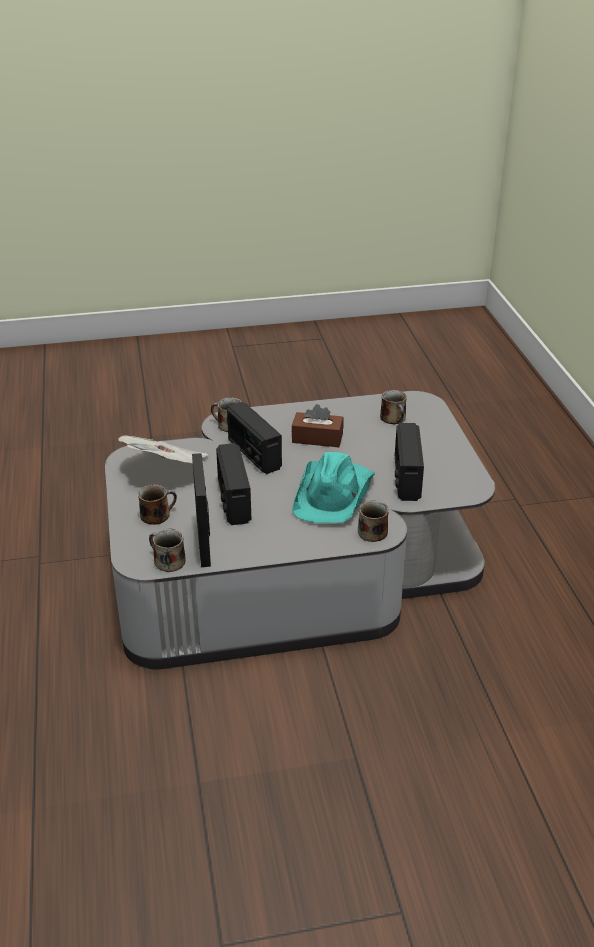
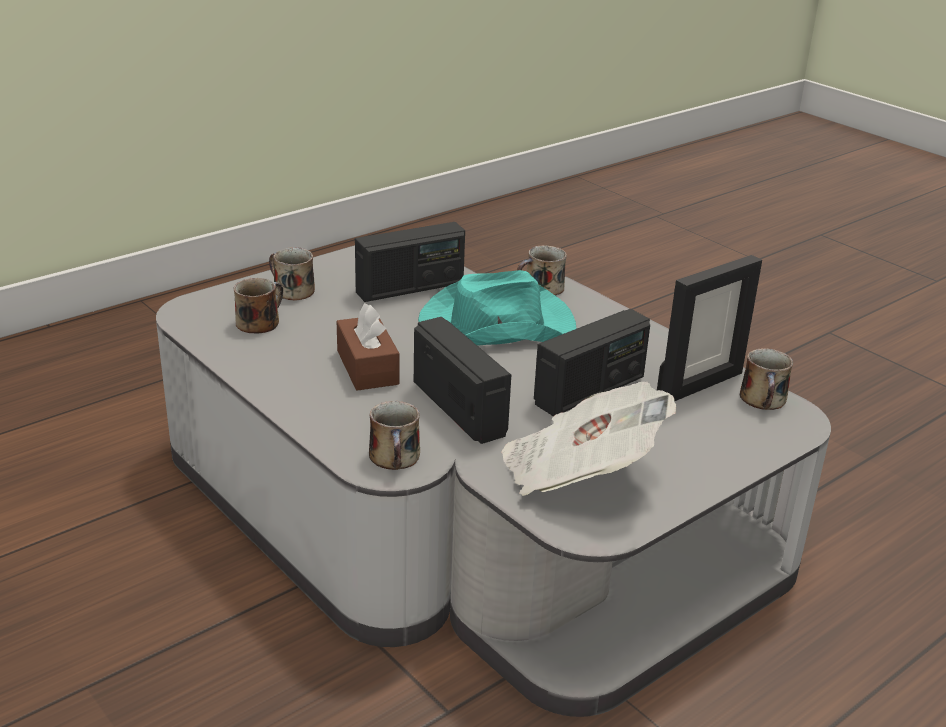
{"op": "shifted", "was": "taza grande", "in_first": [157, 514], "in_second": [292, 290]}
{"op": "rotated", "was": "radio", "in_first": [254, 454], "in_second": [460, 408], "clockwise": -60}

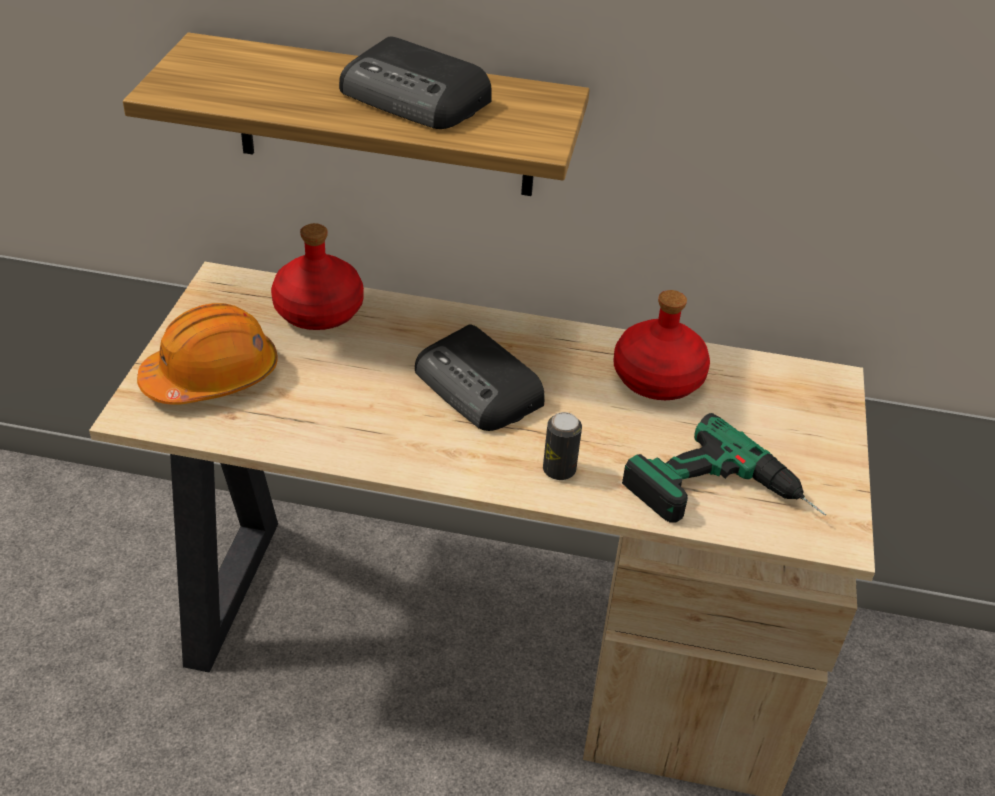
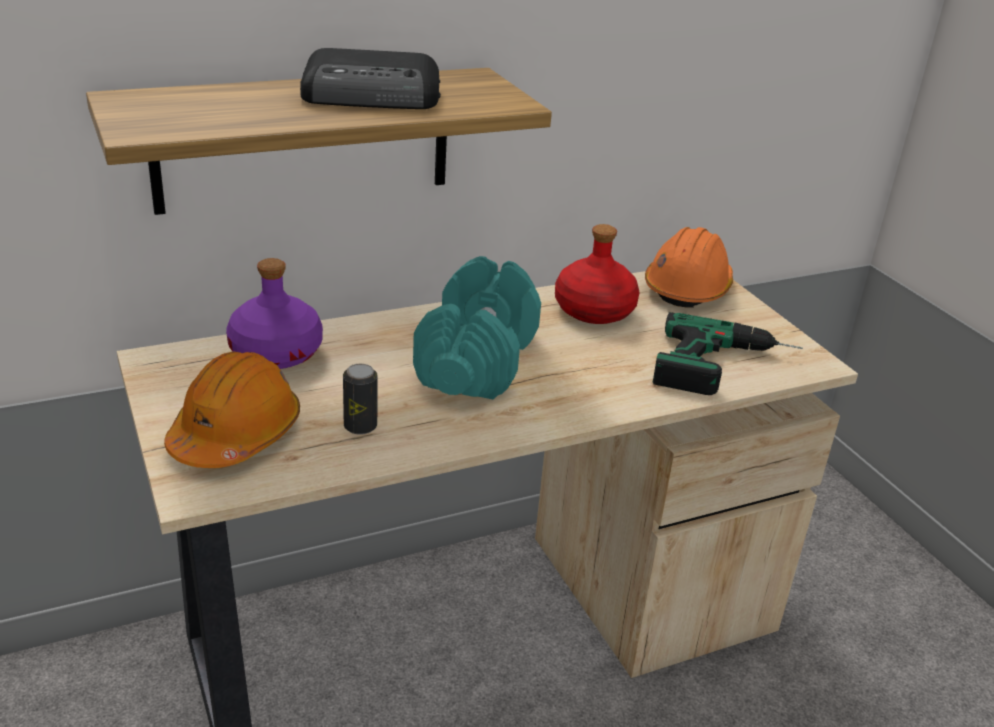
{"op": "repainted", "was": "botella/rojo", "now": "botella/morado", "in_first": [320, 311], "in_second": [277, 353]}
{"op": "shifted", "was": "lata", "in_first": [559, 470], "in_second": [360, 426]}
{"op": "swapped", "was": "radio", "now": "mancuerna/turquesa", "in_first": [479, 388], "in_second": [477, 361]}
{"op": "new", "now": "casco/naranja", "in_second": [688, 288]}

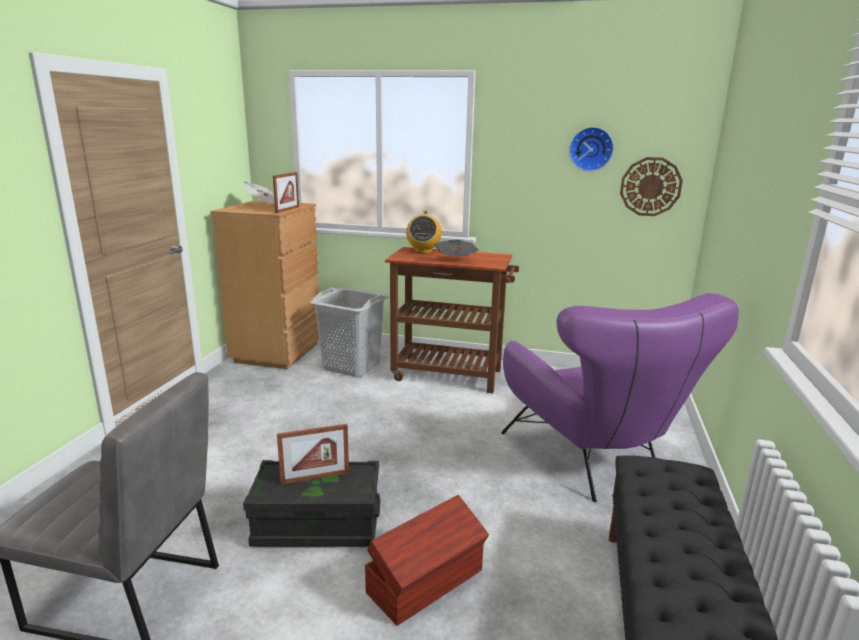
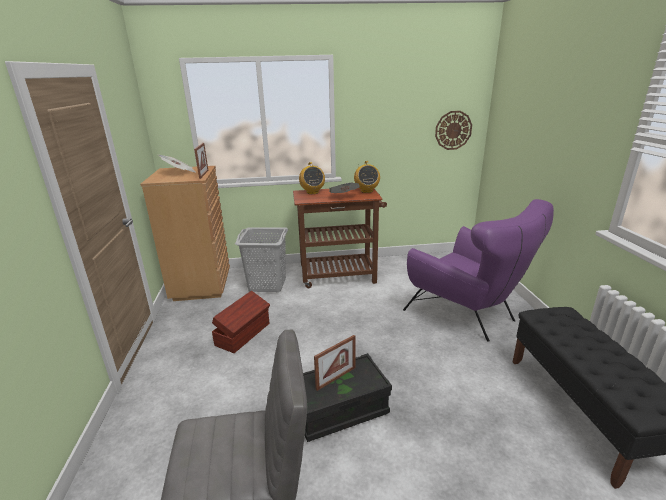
{"op": "shifted", "was": "caja de almacenaje/marrón", "in_first": [427, 582], "in_second": [244, 334]}
{"op": "new", "now": "radio", "in_second": [366, 191]}
{"op": "gone", "was": "reloj de pared", "in_first": [591, 149]}

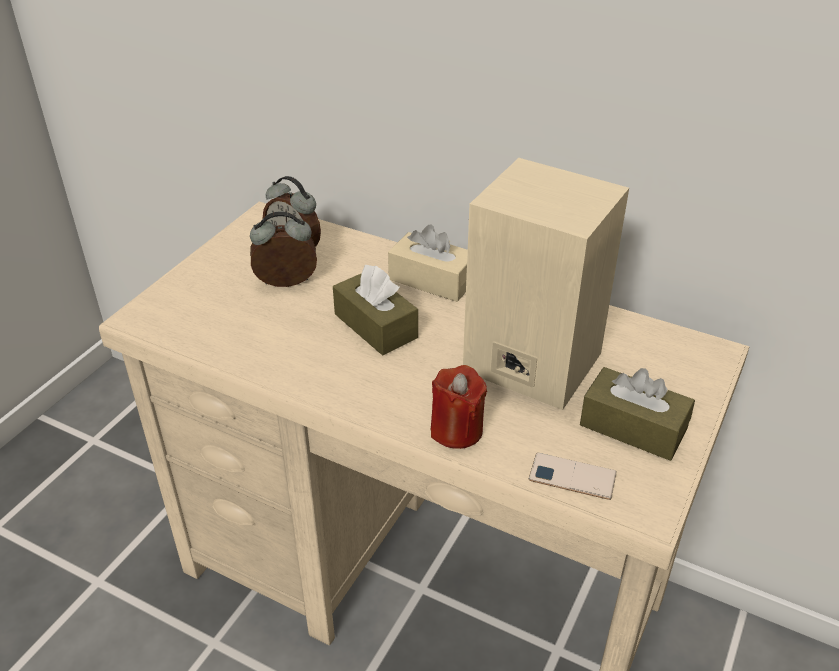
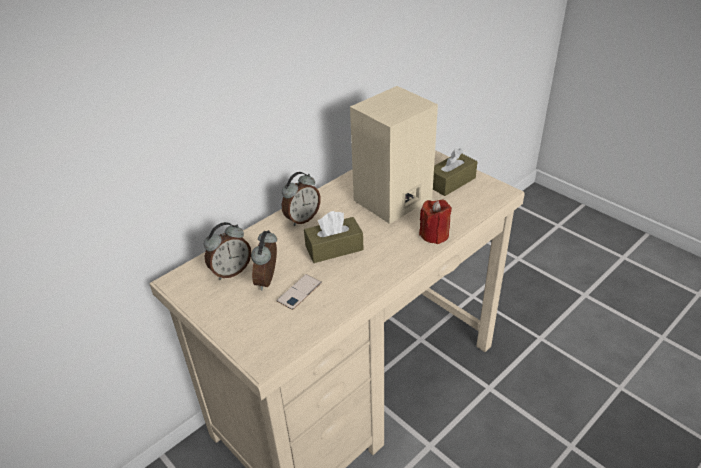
{"op": "shifted", "was": "móvil", "in_first": [572, 476], "in_second": [299, 292]}
{"op": "swapped", "was": "caja de pañuelos/beis", "now": "despertador", "in_first": [432, 280], "in_second": [302, 218]}

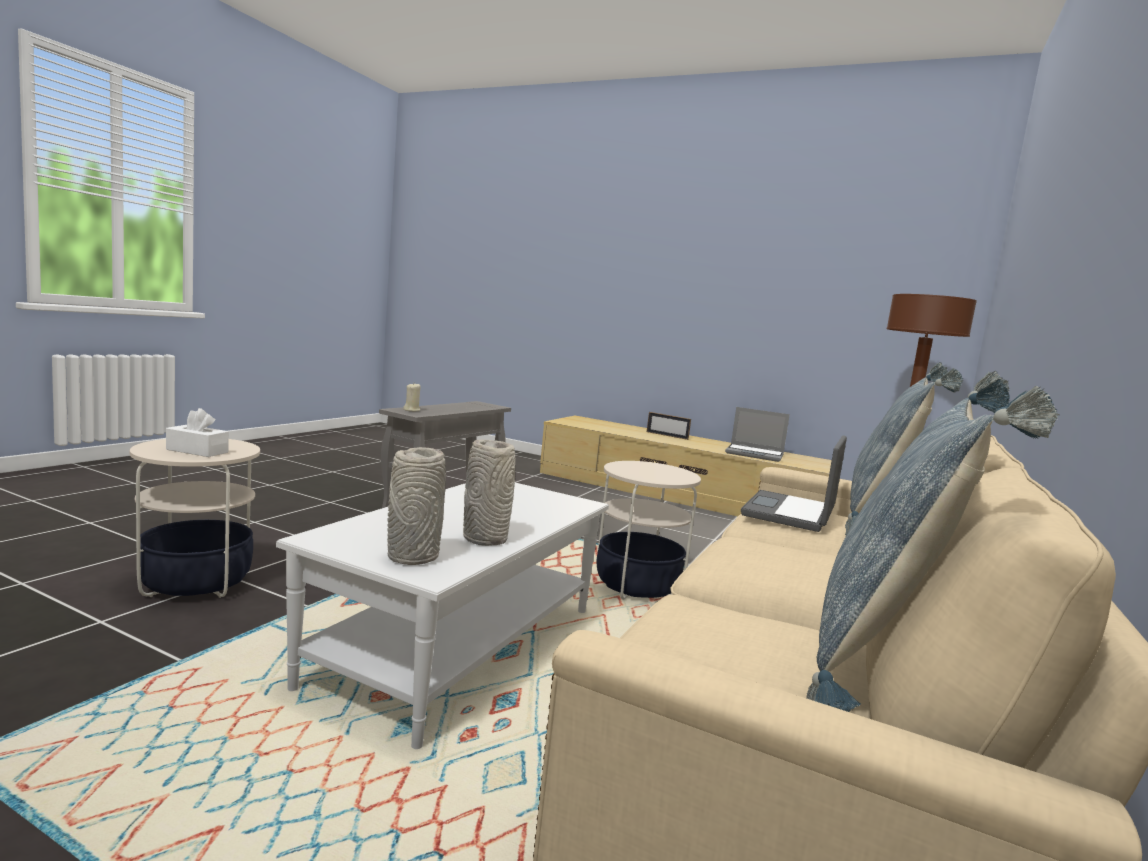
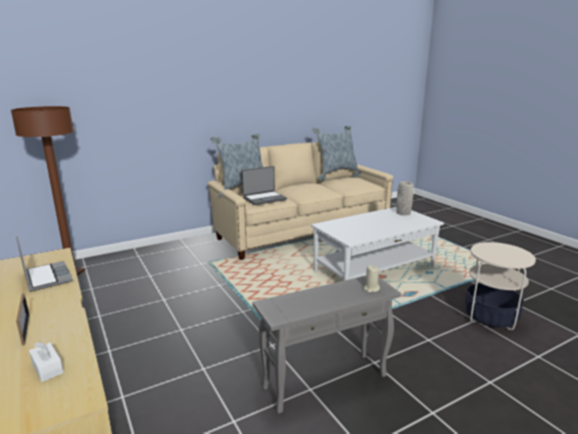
{"op": "shifted", "was": "caja de pañuelos/blanco", "in_first": [197, 451], "in_second": [47, 368]}
{"op": "gone", "was": "florero/gris", "in_first": [485, 539]}
{"op": "gone", "was": "mesa auxiliar/beis", "in_first": [637, 588]}

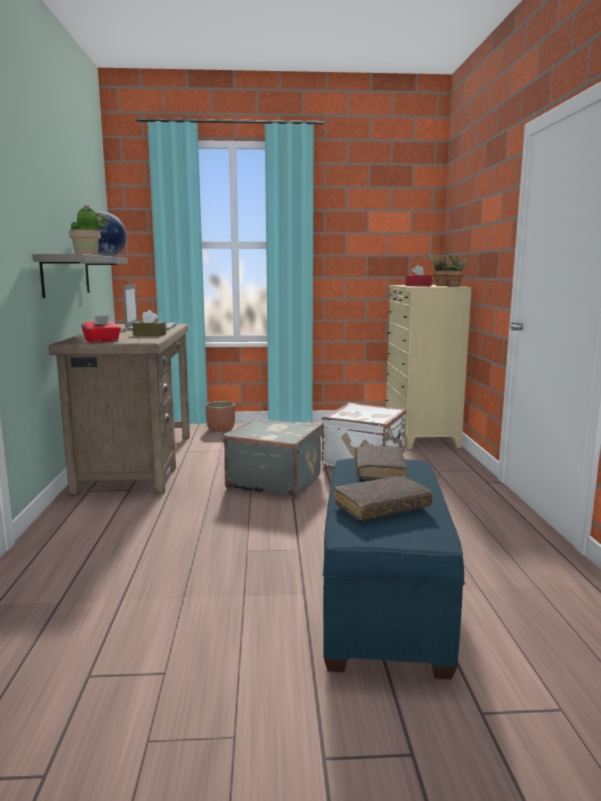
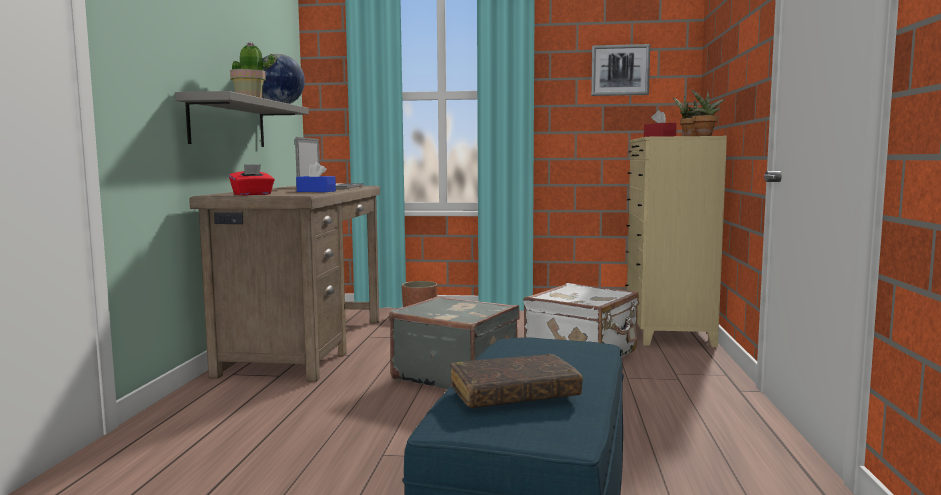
{"op": "repainted", "was": "caja de pañuelos/marrón", "now": "caja de pañuelos/azul", "in_first": [149, 335], "in_second": [316, 191]}
{"op": "new", "now": "cuadro", "in_second": [620, 70]}
{"op": "gone", "was": "libro/marrón", "in_first": [379, 470]}

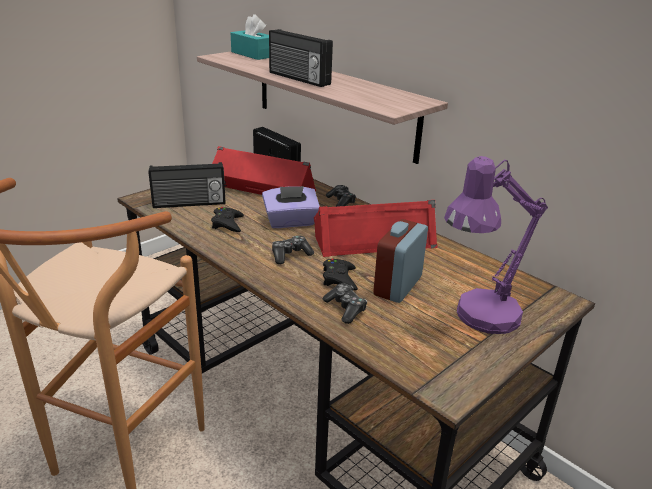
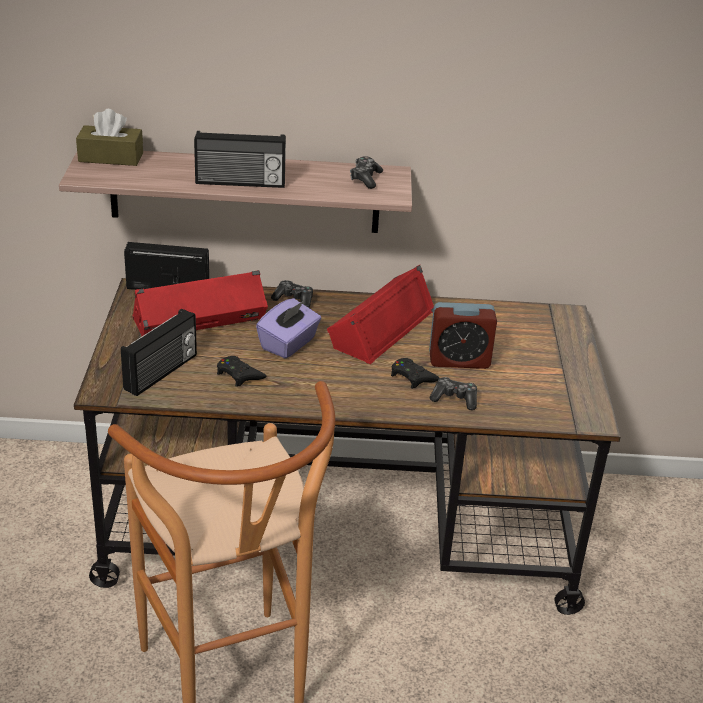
{"op": "repainted", "was": "caja de pañuelos/turquesa", "now": "caja de pañuelos/marrón", "in_first": [253, 54], "in_second": [111, 157]}
{"op": "shifted", "was": "mando de consola", "in_first": [290, 255], "in_second": [365, 178]}
{"op": "rotated", "was": "despertador", "in_first": [397, 286], "in_second": [459, 360], "clockwise": -75}
{"op": "gone", "was": "lámpara de mesa/morado", "in_first": [478, 319]}

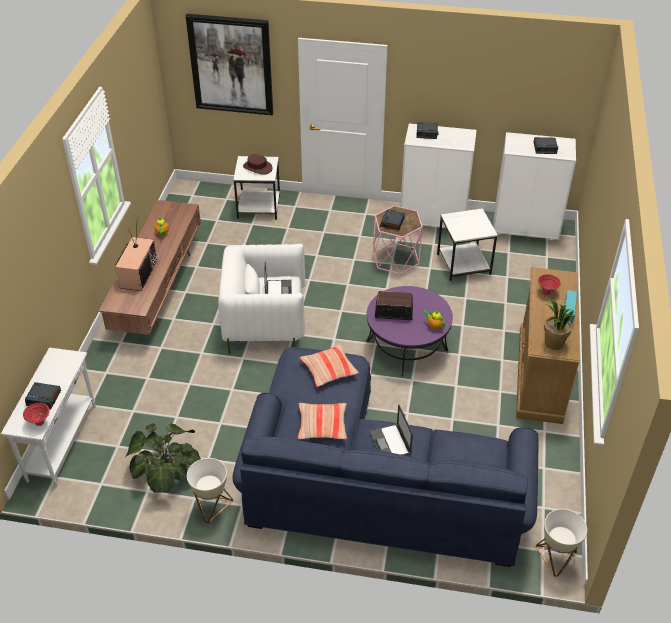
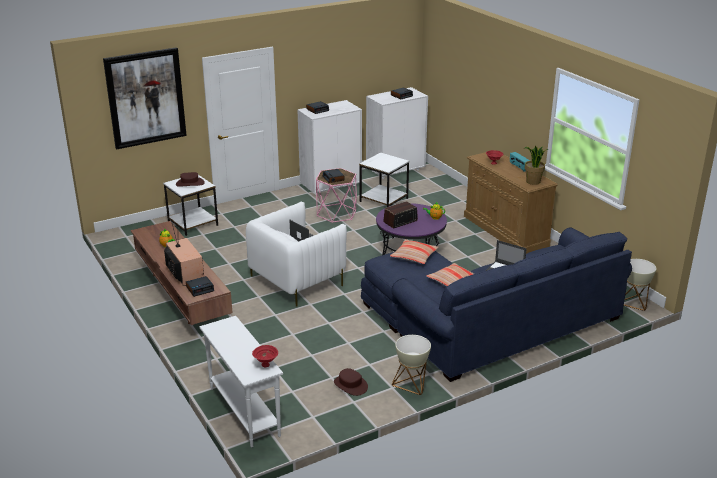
{"op": "shifted", "was": "despertador", "in_first": [44, 398], "in_second": [200, 289]}
{"op": "swapped", "was": "planta en maceta", "now": "sombrero/marrón", "in_first": [166, 471], "in_second": [350, 385]}

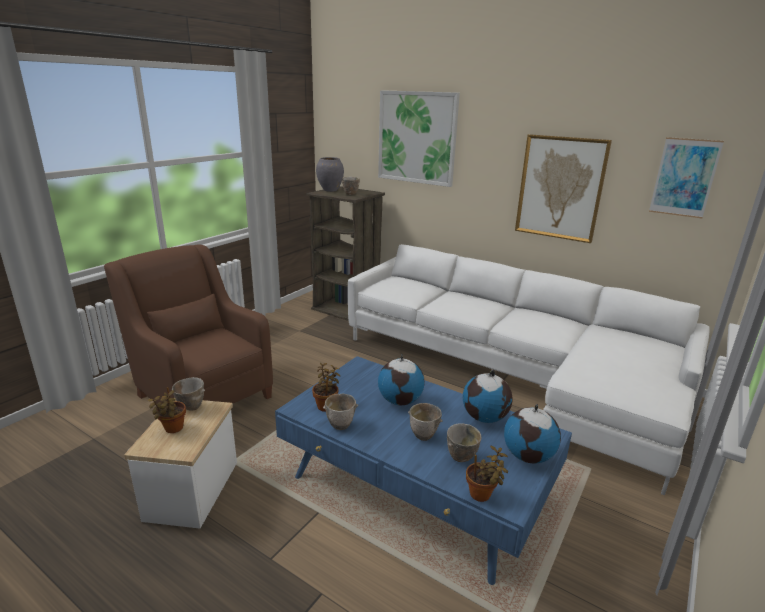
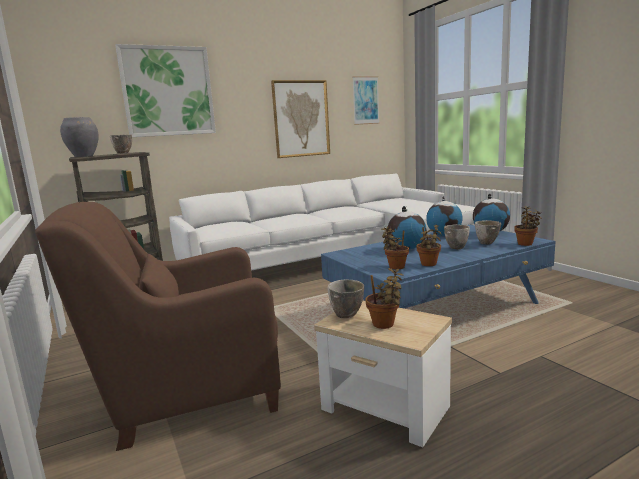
{"op": "swapped", "was": "cuenco", "now": "planta en maceta", "in_first": [341, 425], "in_second": [429, 264]}

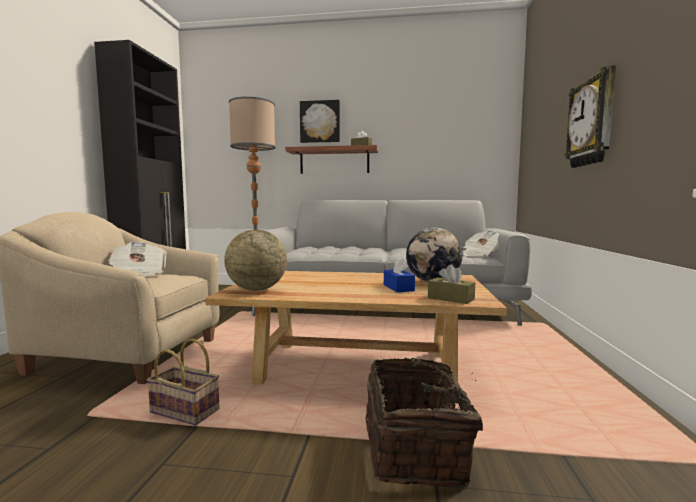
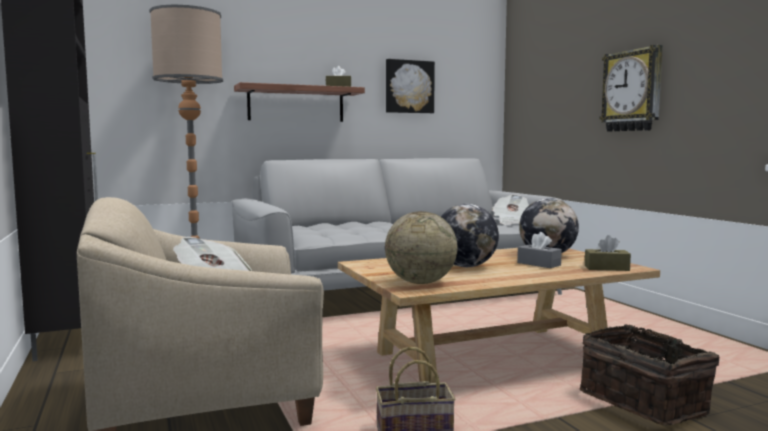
{"op": "shifted", "was": "cuadro", "in_first": [320, 122], "in_second": [409, 87]}
{"op": "new", "now": "globo terráqueo", "in_second": [465, 266]}
{"op": "repainted", "was": "caja de pañuelos/azul", "now": "caja de pañuelos/gris", "in_first": [398, 288], "in_second": [538, 264]}

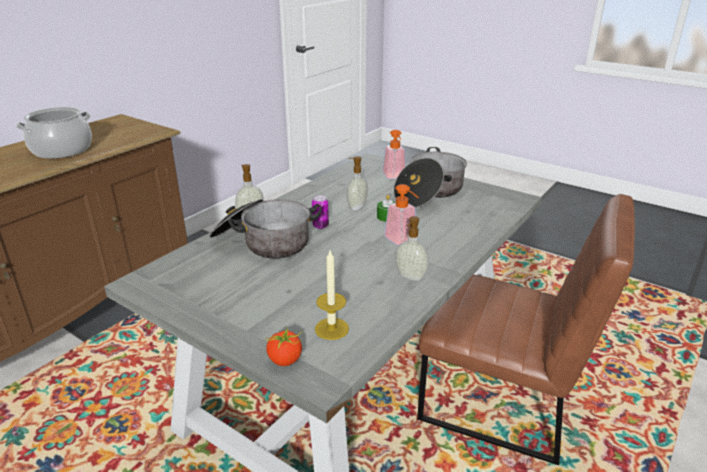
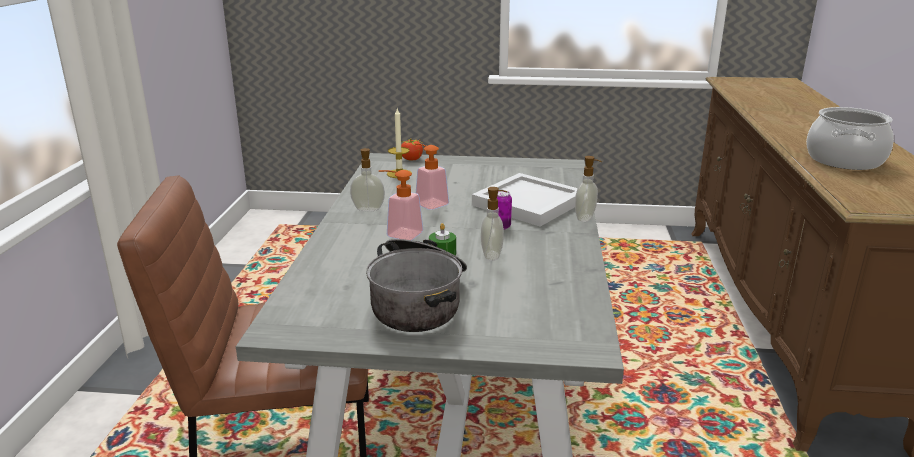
{"op": "shifted", "was": "dispensador de jabón", "in_first": [395, 177], "in_second": [428, 203]}
{"op": "swapped", "was": "olla", "now": "bandeja/blanco", "in_first": [264, 242], "in_second": [528, 202]}

